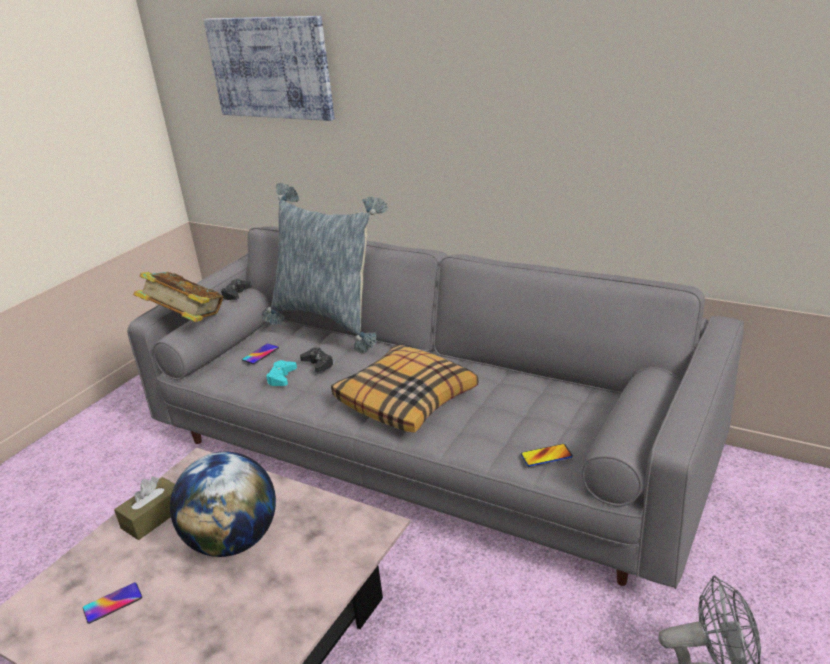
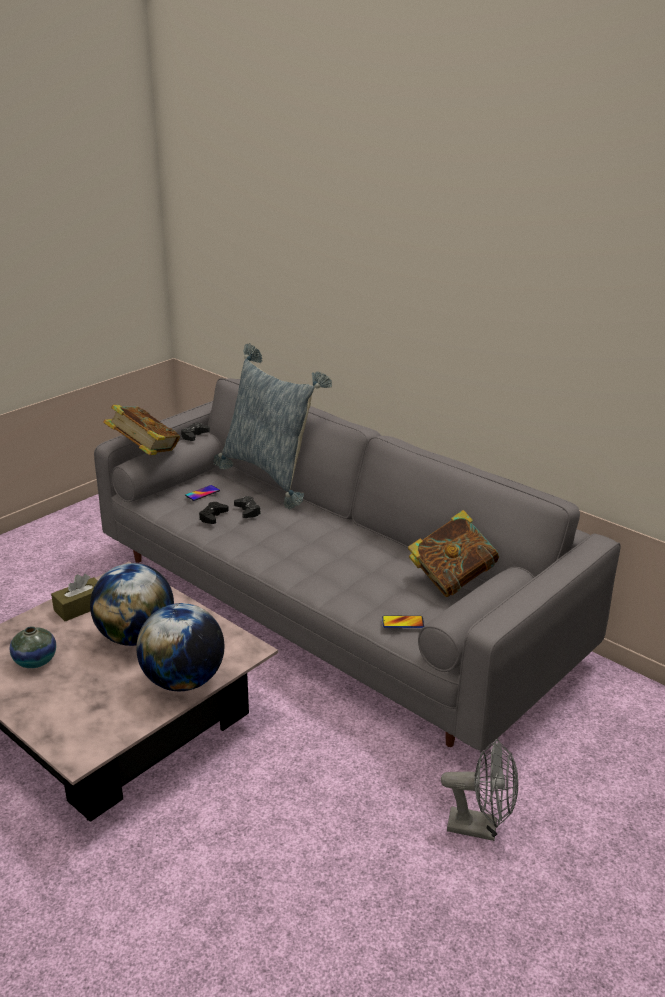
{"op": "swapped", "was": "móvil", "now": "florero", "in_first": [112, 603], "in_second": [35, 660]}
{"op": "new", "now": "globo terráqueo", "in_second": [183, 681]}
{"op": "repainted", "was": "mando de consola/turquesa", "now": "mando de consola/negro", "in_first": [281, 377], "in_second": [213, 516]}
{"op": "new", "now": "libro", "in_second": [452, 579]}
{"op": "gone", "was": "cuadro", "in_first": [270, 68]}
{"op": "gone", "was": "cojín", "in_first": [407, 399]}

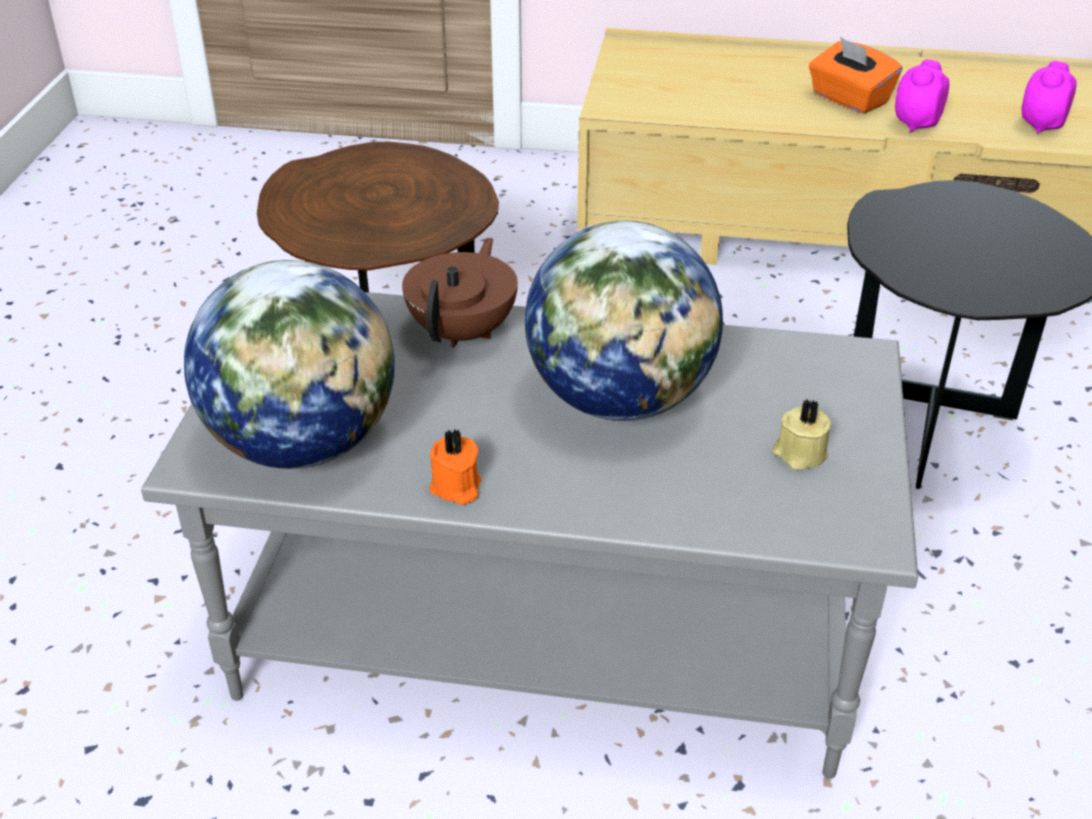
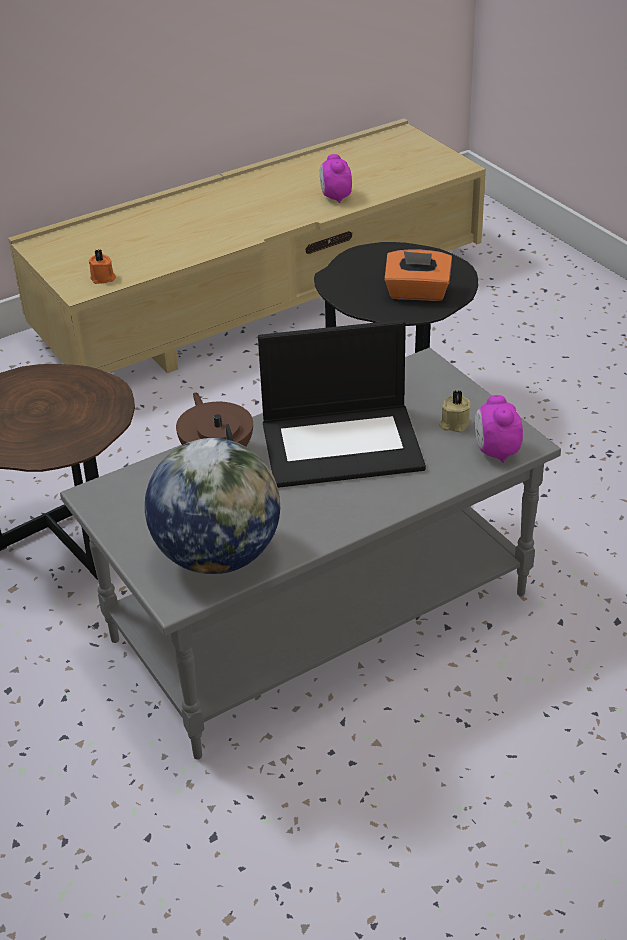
{"op": "shifted", "was": "vela/naranja", "in_first": [456, 488], "in_second": [103, 278]}
{"op": "swapped", "was": "globo terráqueo", "now": "portátil", "in_first": [620, 399], "in_second": [343, 444]}
{"op": "shifted", "was": "caja de pañuelos/naranja", "in_first": [849, 99], "in_second": [417, 293]}
{"op": "shifted", "was": "despertador", "in_first": [915, 124], "in_second": [495, 452]}

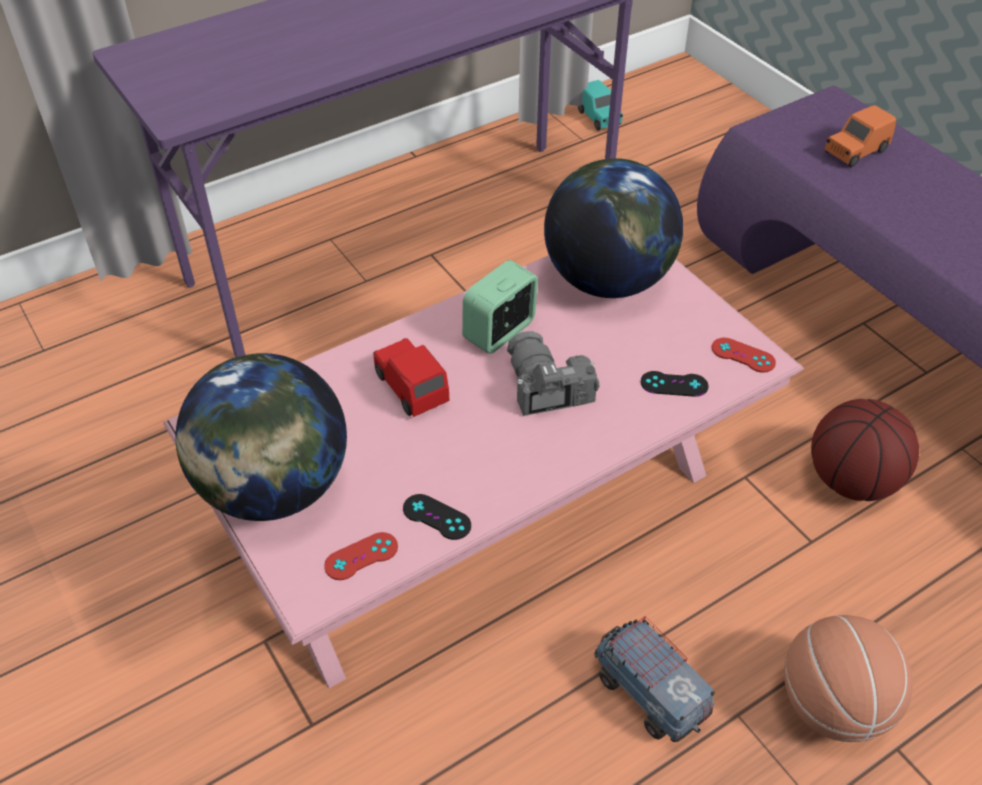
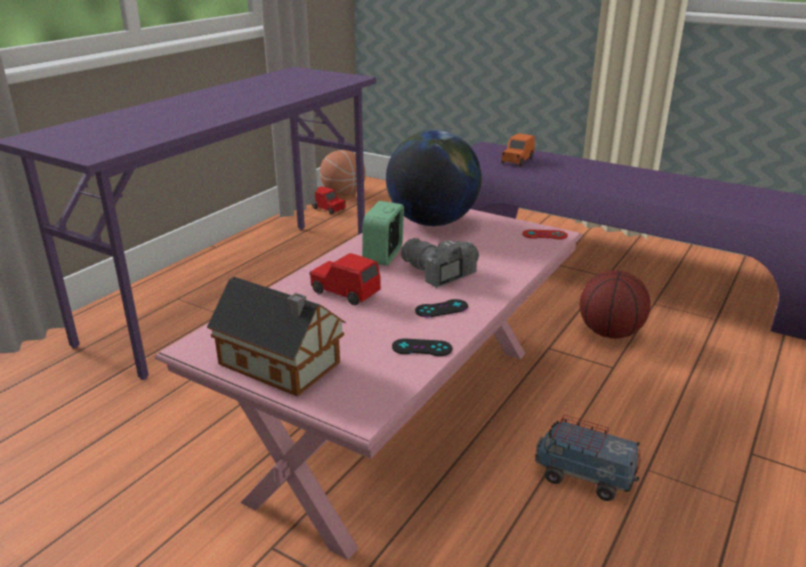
{"op": "swapped", "was": "globo terráqueo", "now": "casita", "in_first": [274, 488], "in_second": [282, 365]}
{"op": "repainted", "was": "coche de juguete/turquesa", "now": "coche de juguete/rojo", "in_first": [599, 118], "in_second": [328, 209]}
{"op": "shifted", "was": "balón de baloncesto", "in_first": [833, 706], "in_second": [343, 193]}
{"op": "shifted", "was": "mando de consola/negro", "in_first": [674, 384], "in_second": [441, 309]}
{"op": "gone", "was": "mando de consola/rojo", "in_first": [361, 556]}

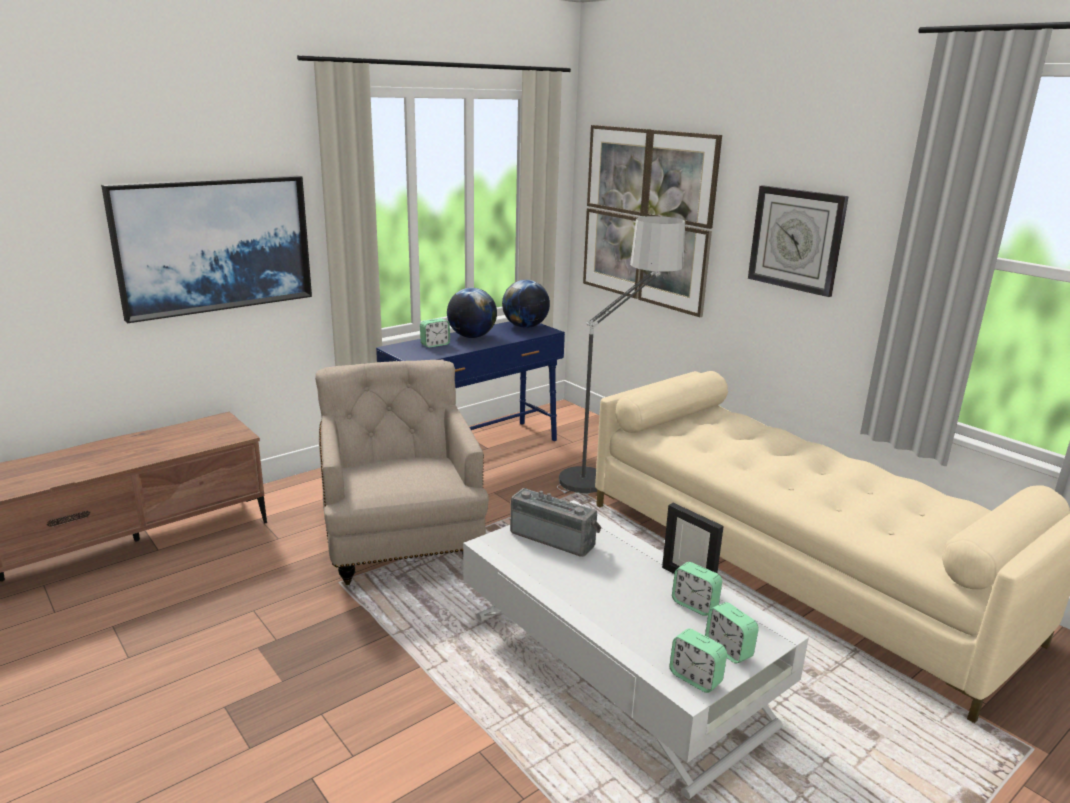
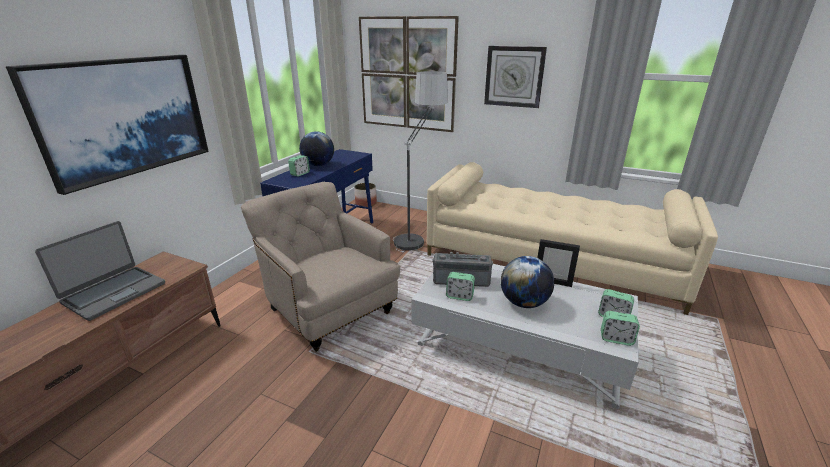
{"op": "new", "now": "portátil", "in_second": [114, 293]}
{"op": "new", "now": "maceta", "in_second": [366, 204]}
{"op": "shifted", "was": "despertador", "in_first": [694, 605], "in_second": [459, 296]}
{"op": "shifted", "was": "globo terráqueo", "in_first": [525, 326], "in_second": [524, 303]}

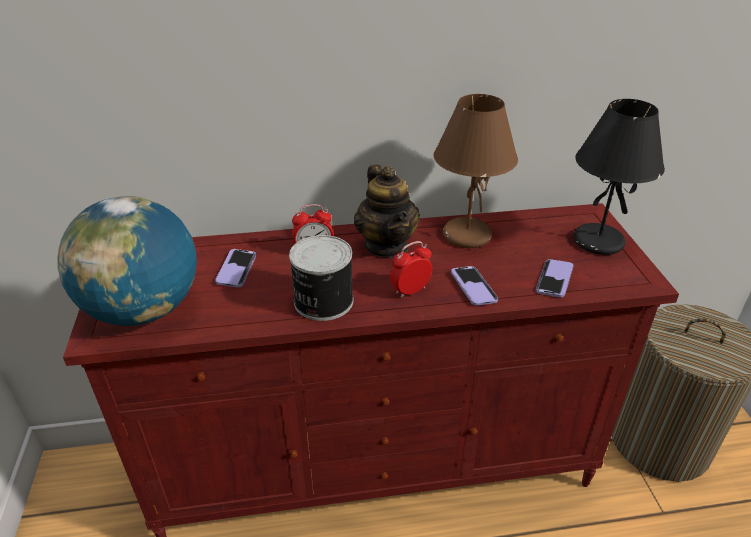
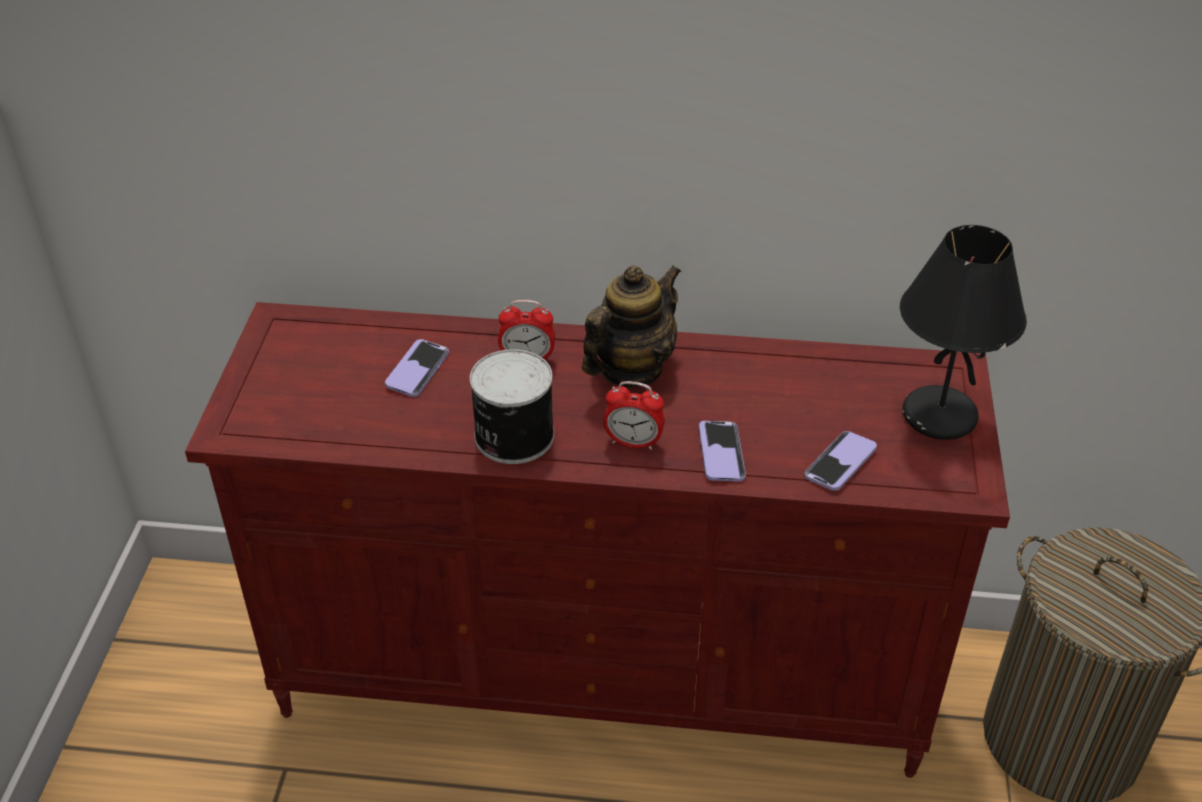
{"op": "rotated", "was": "tetera", "in_first": [387, 245], "in_second": [630, 369], "clockwise": -135}
{"op": "rotated", "was": "despertador", "in_first": [410, 291], "in_second": [633, 442], "clockwise": -150}
{"op": "gone", "was": "globo terráqueo", "in_first": [144, 310]}
{"op": "gone", "was": "lámpara de mesa/marrón", "in_first": [465, 235]}

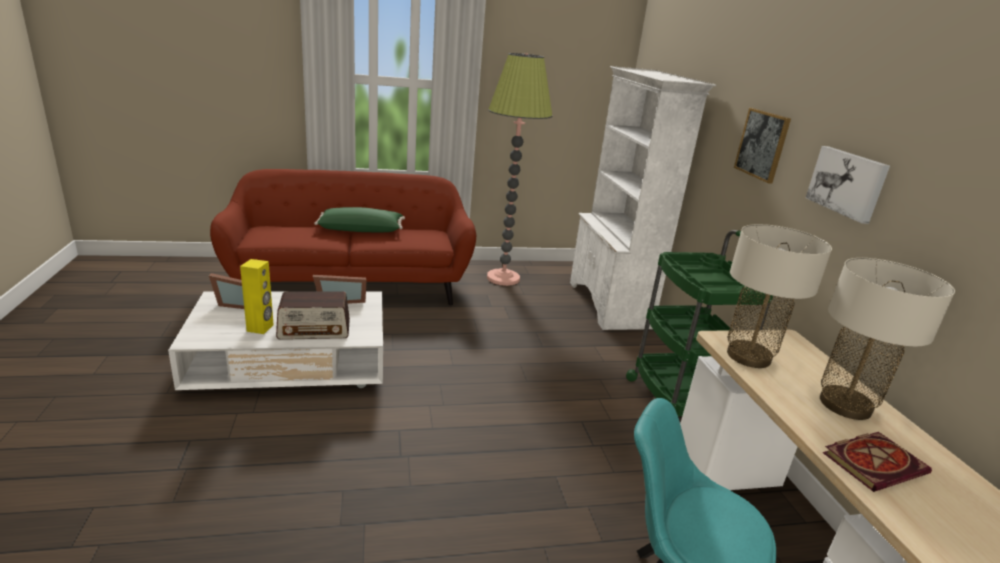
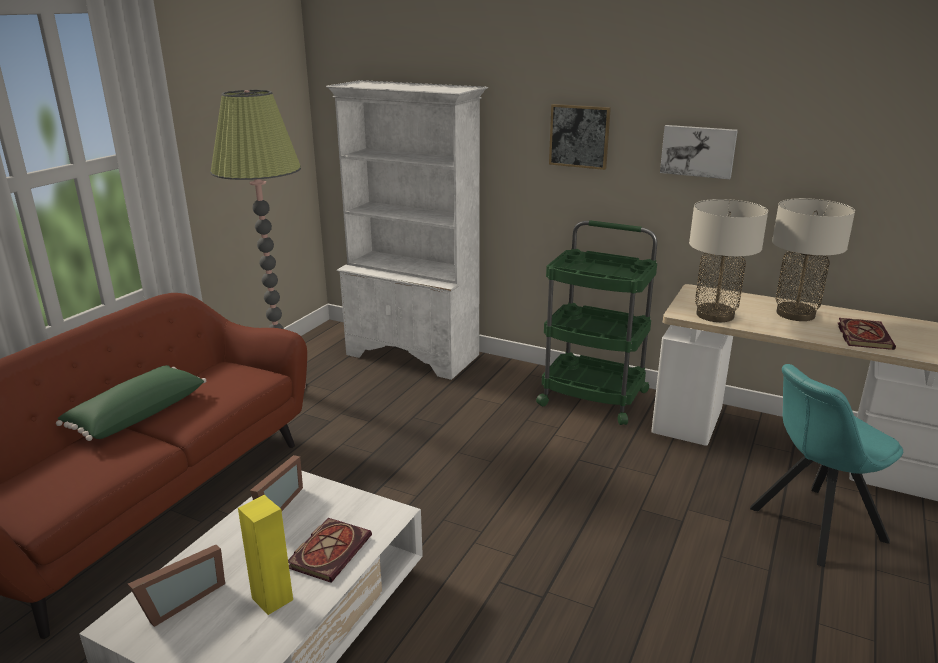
{"op": "swapped", "was": "radio", "now": "libro", "in_first": [314, 330], "in_second": [330, 550]}

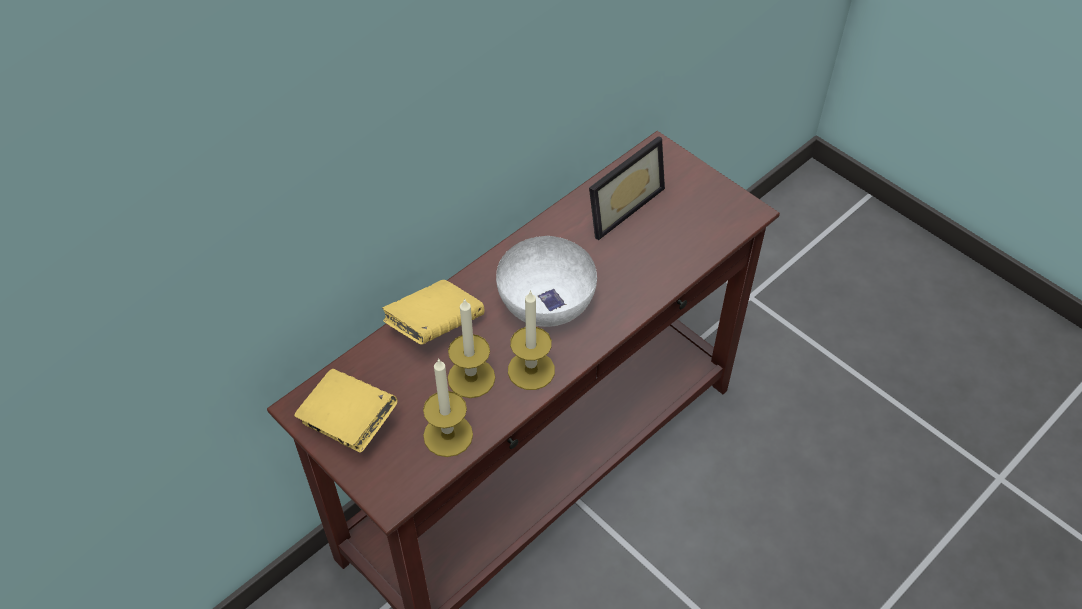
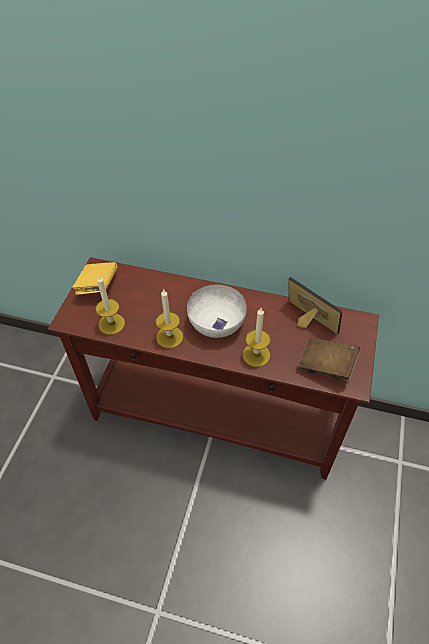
{"op": "shifted", "was": "vela", "in_first": [471, 378], "in_second": [256, 355]}
{"op": "rotated", "was": "portarretratos", "in_first": [618, 205], "in_second": [307, 322], "clockwise": -150}
{"op": "new", "now": "libro/marrón", "in_second": [326, 366]}
{"op": "gone", "was": "libro/amarillo", "in_first": [435, 326]}

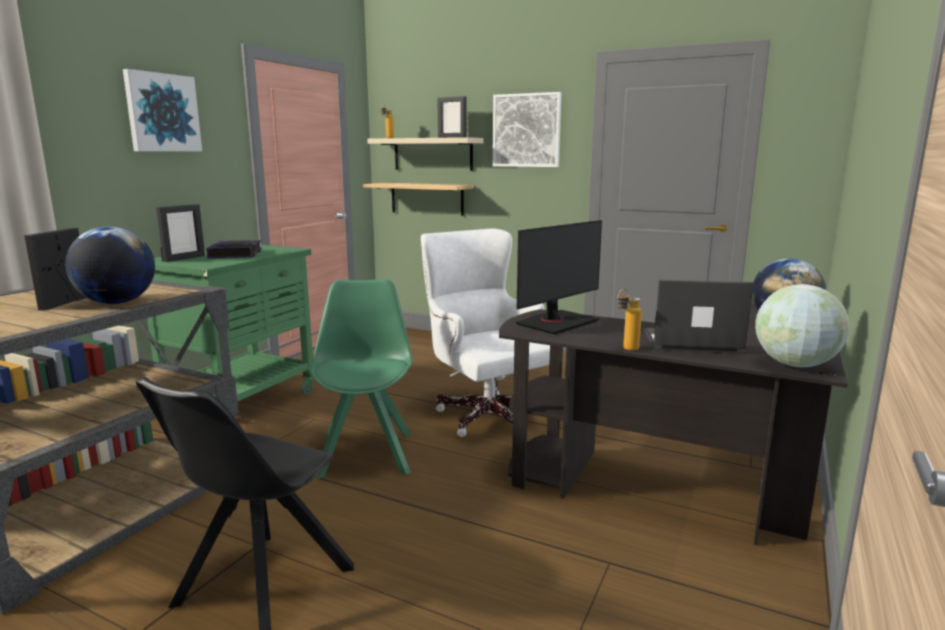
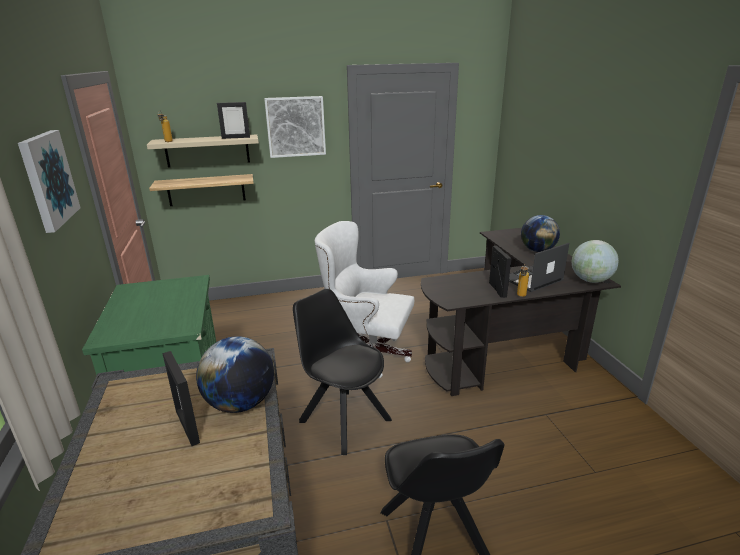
{"op": "repainted", "was": "silla/verde", "now": "silla/negro", "in_first": [366, 453], "in_second": [343, 419]}
{"op": "shifted", "was": "portarretratos", "in_first": [184, 258], "in_second": [496, 290]}
{"op": "gone", "was": "libro", "in_first": [236, 254]}
{"op": "gone", "was": "monitor", "in_first": [556, 322]}

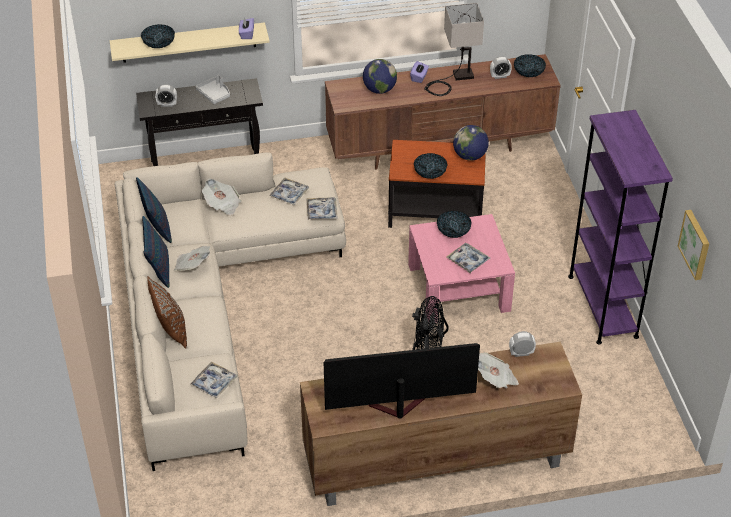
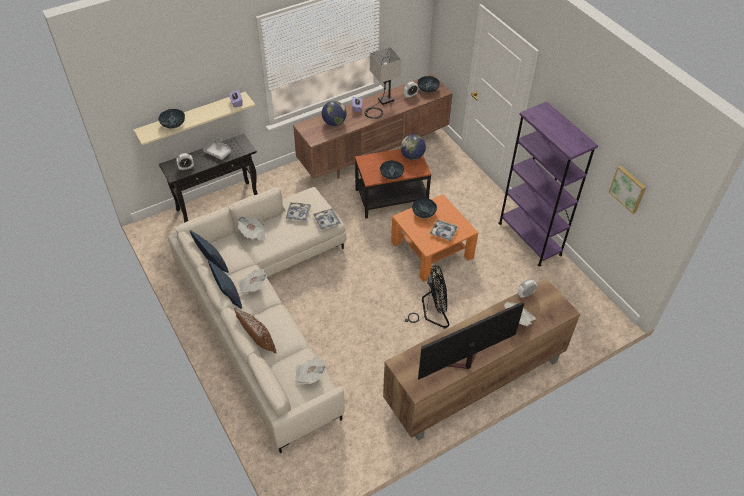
{"op": "swapped", "was": "bandeja", "now": "periódico", "in_first": [214, 383], "in_second": [309, 375]}
{"op": "repainted", "was": "mesa de centro/rosa", "now": "mesa de centro/naranja", "in_first": [458, 287], "in_second": [432, 250]}

